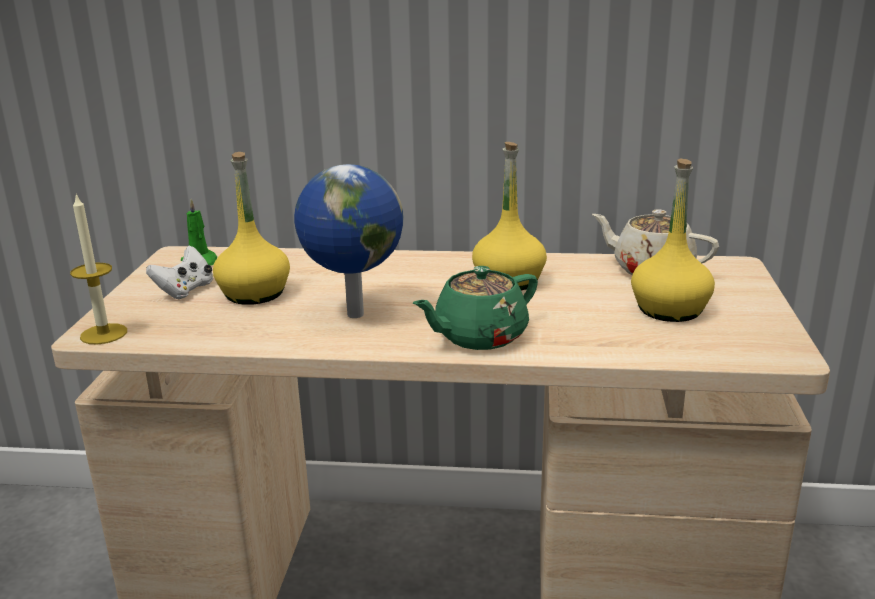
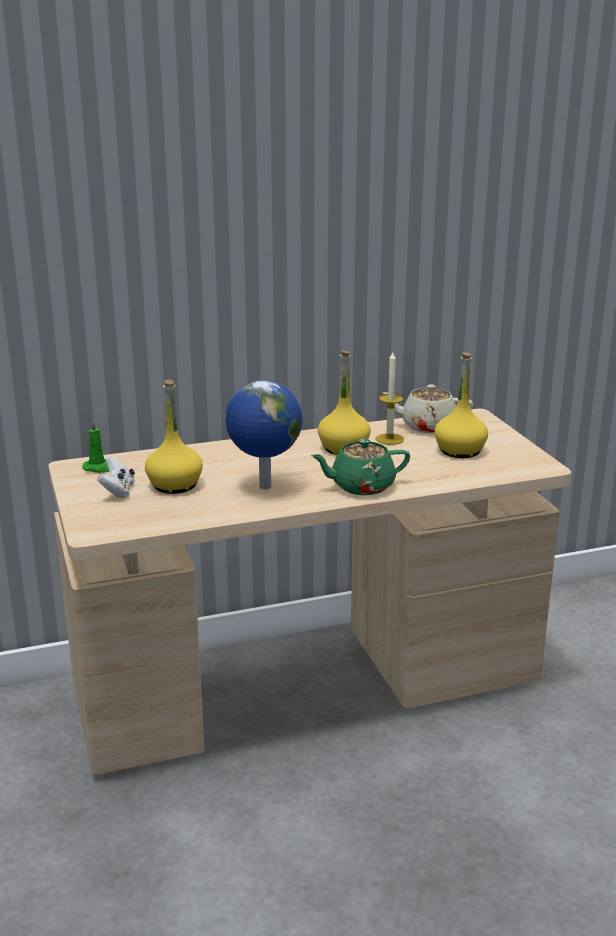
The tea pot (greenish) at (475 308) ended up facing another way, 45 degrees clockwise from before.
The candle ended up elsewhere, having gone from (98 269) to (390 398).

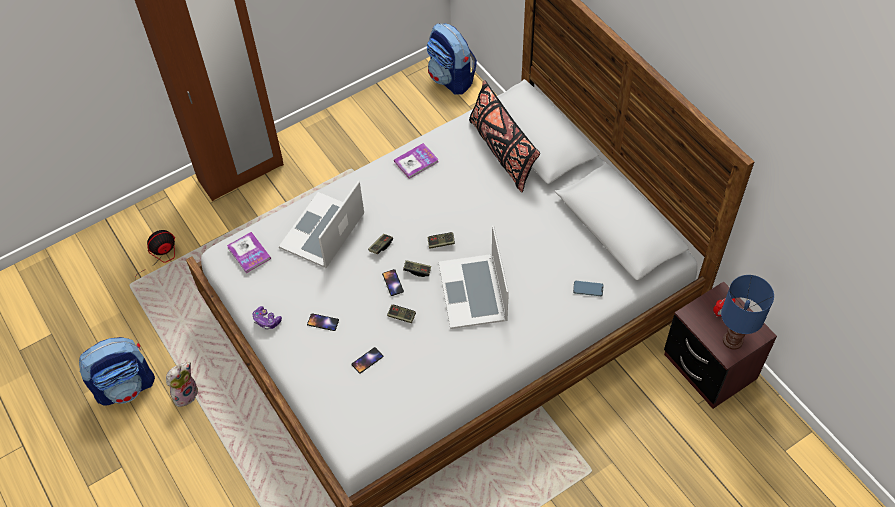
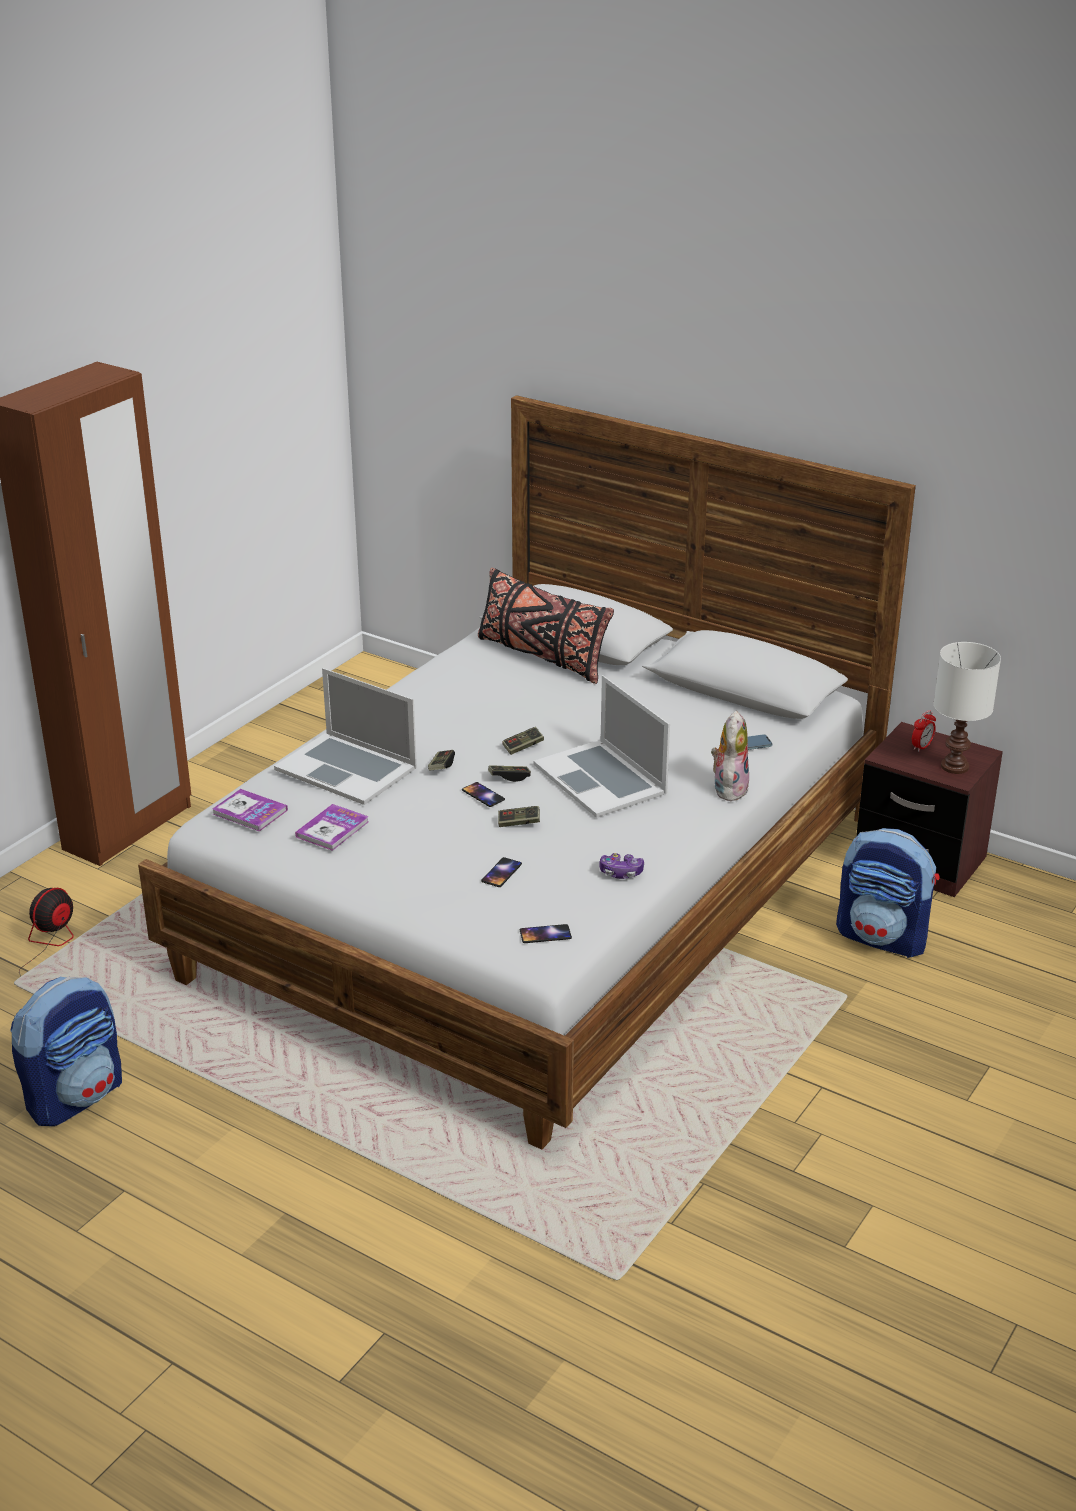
The portable computer at (321 224) ended up facing another way, 60 degrees counterclockwise from before.
The volume ended up elsewhere, having gone from (416 161) to (332 827).
The telephone ended up elsewhere, having gone from (323 322) to (546 933).
The joypad ended up elsewhere, having gone from (267 318) to (621 866).
The plush toy ended up elsewhere, having gone from (182 384) to (730 755).
The backpack ended up elsewhere, having gone from (452 58) to (887 893).
What was the lamp for a table (bluish) at (747 312) turned into the lamp for a table (white-coloured) at (967 708).

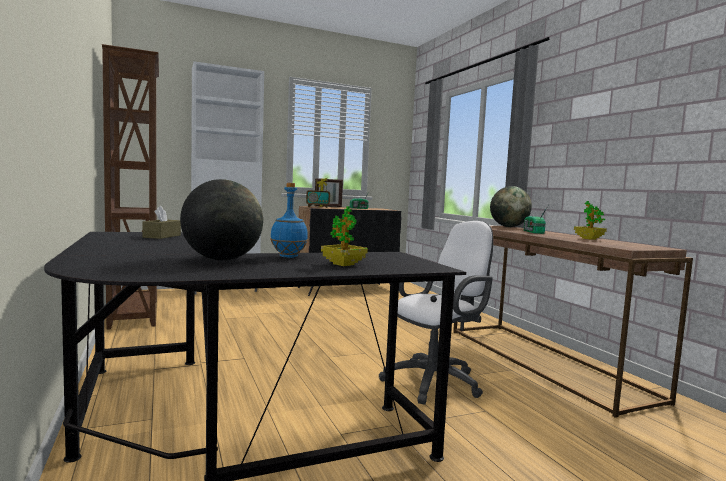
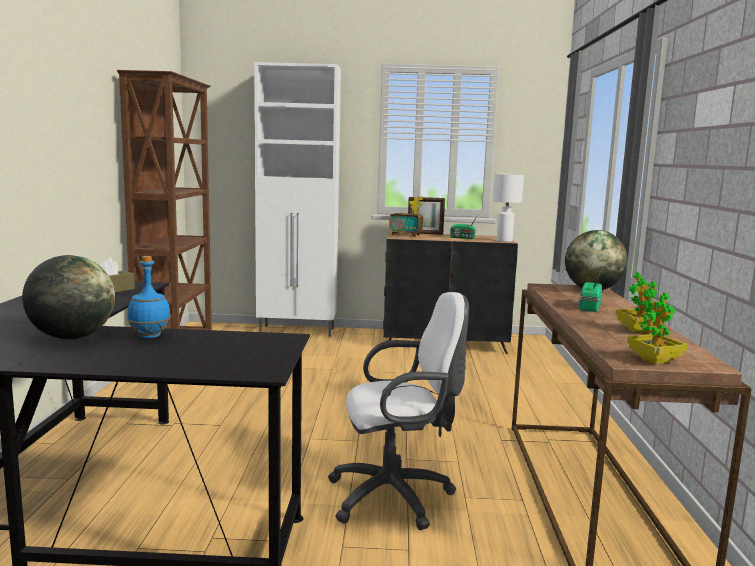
The second view gained the lamp for a table (white-coloured) at (508 208).
The potted plant ended up elsewhere, having gone from (344 236) to (657 328).

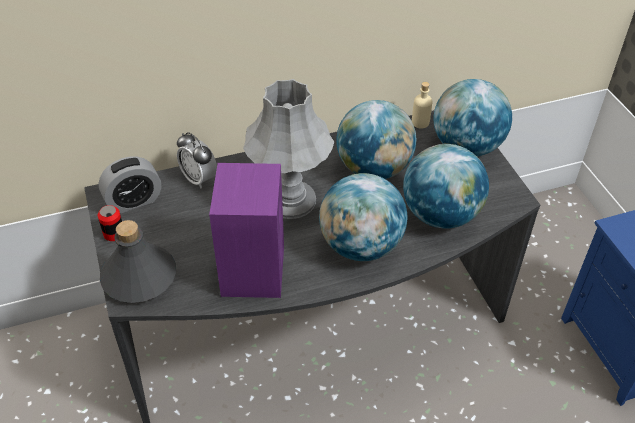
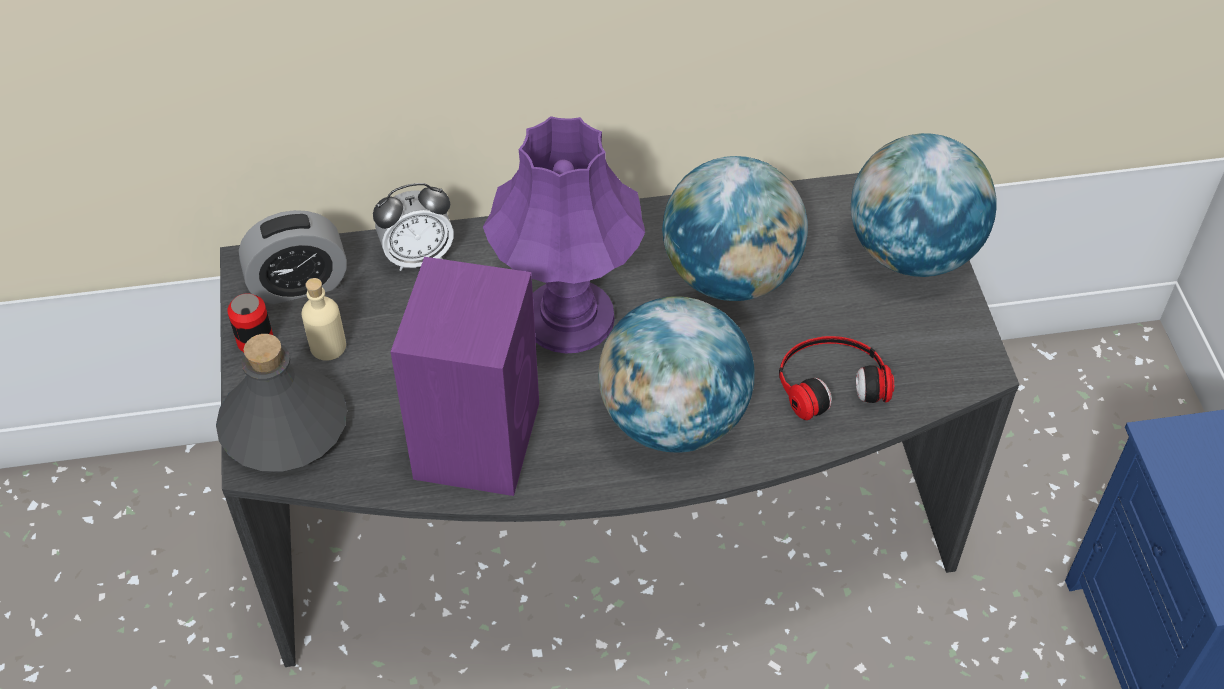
The bottle (beige-coloured) ended up elsewhere, having gone from (422 105) to (324 319).
The table clock at (197 160) ended up facing another way, 75 degrees counterclockwise from before.
What was the lamp for a table (grey) at (289 149) turned into the lamp for a table (purple-coloured) at (564 234).
Where the world globe stood at (446 186), the headphones came to stand at (836 378).

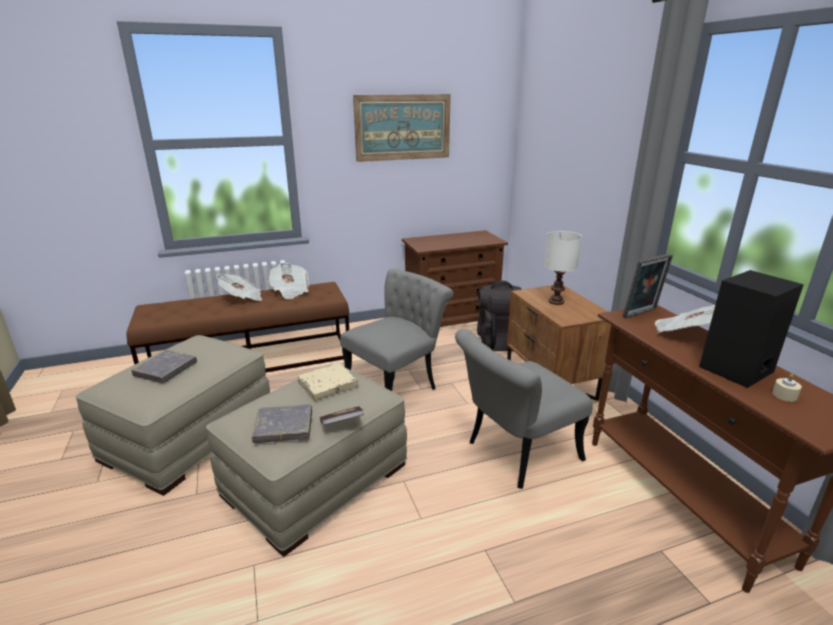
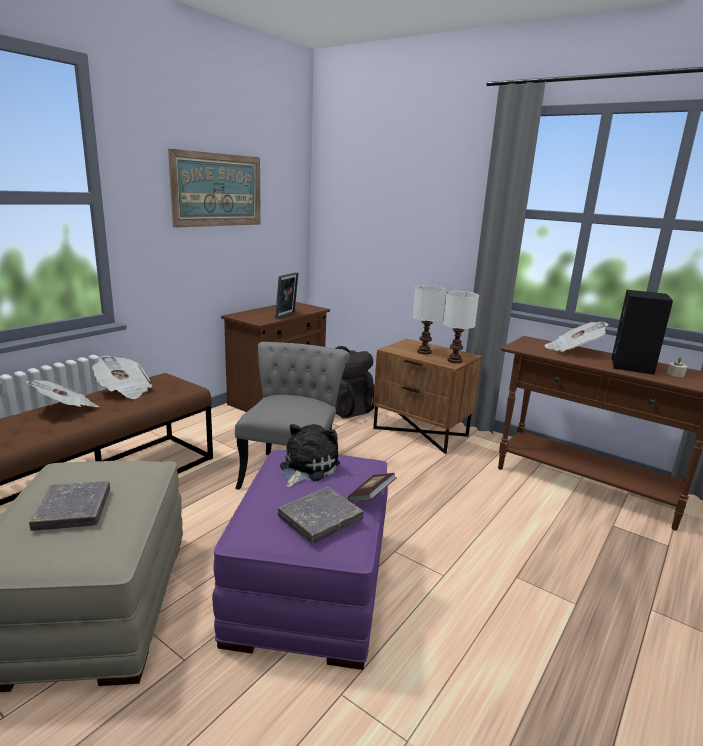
What was the ottoman (beige-coloured) at (306 460) turned into the ottoman (purple-coloured) at (300 560).
The photo frame ended up elsewhere, having gone from (647 286) to (287 295).
Where the volume (beige-coloured) stood at (328 381), the plush toy came to stand at (310 455).
The second view gained the lamp for a table (white-coloured) at (461 327).
The second view lost the plain chair (grey) at (524 409).

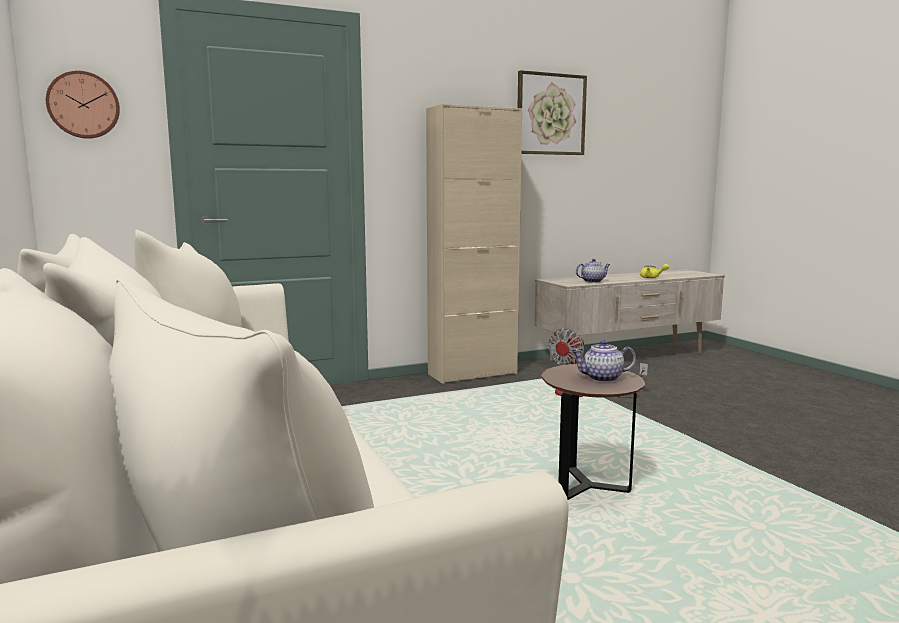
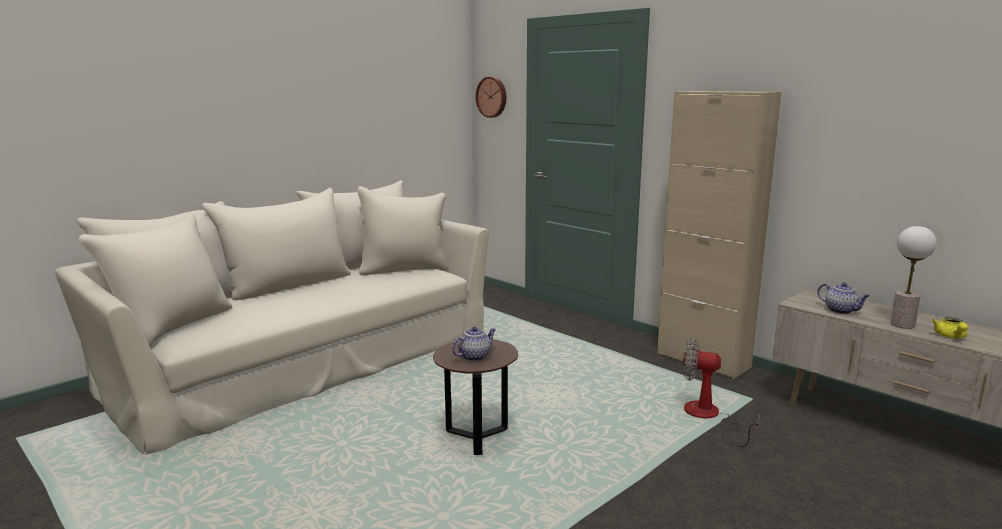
The tea pot at (603 361) ended up facing another way, 75 degrees clockwise from before.
The second view gained the lamp for a table at (913 277).
The second view lost the wall picture at (552 112).

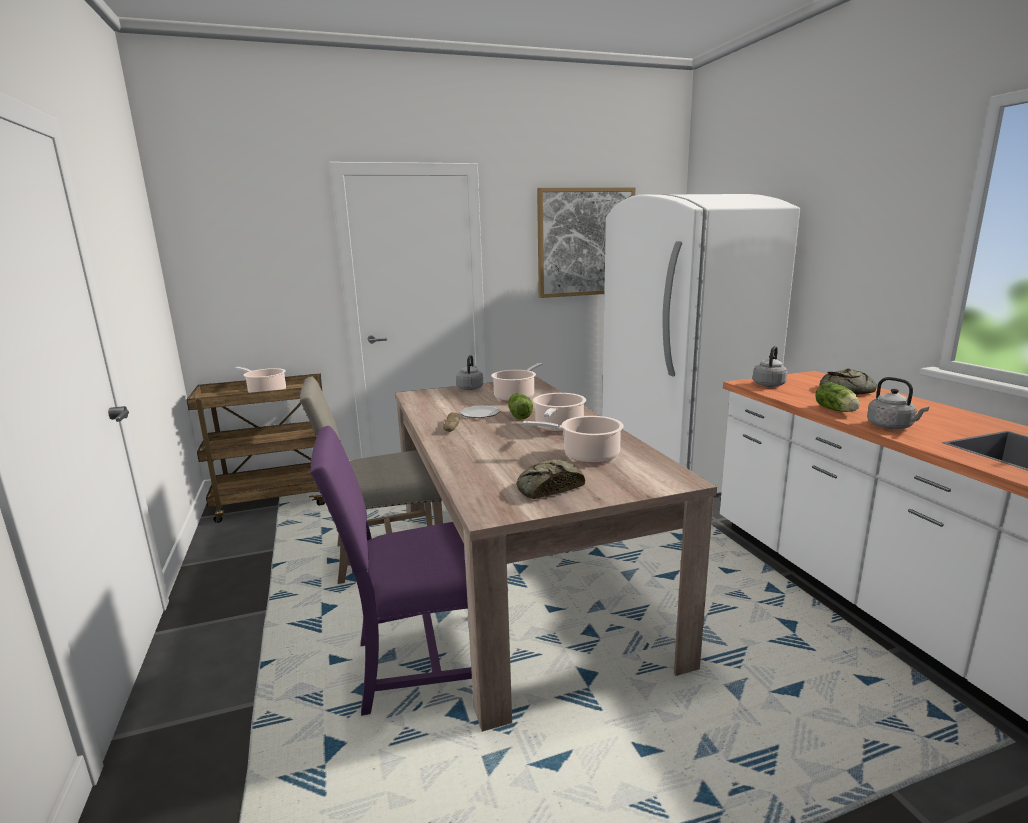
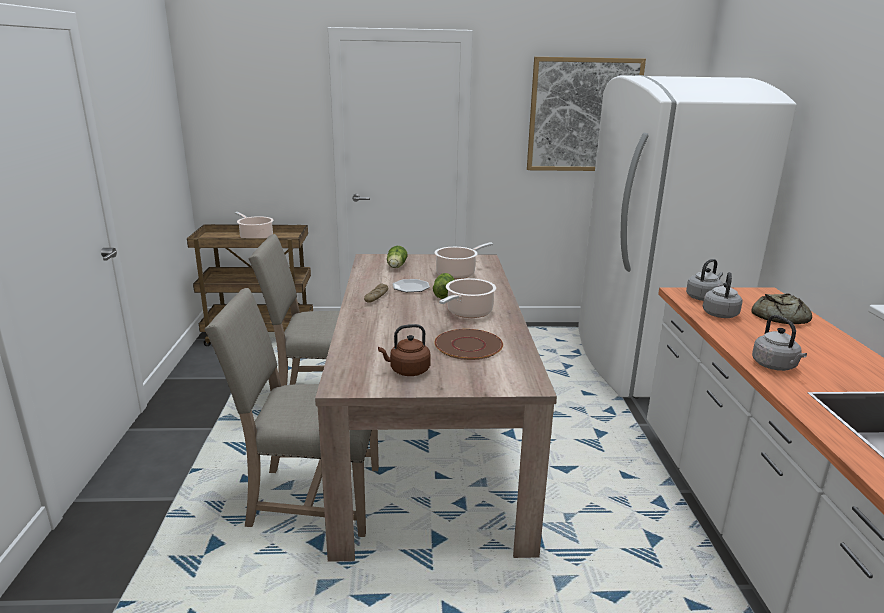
What was the plain chair (purple-coloured) at (391 571) turned into the plain chair (beige-coloured) at (291 412).
Where the bakery bread stood at (551 479), the water kettle (brown) came to stand at (404 350).
The lettuce ended up elsewhere, having gone from (837 397) to (397 257).
Where the stockpot stood at (573 439), the flat dish (brown) came to stand at (468 344).
The water kettle (grey) ended up elsewhere, having gone from (469 372) to (723 295).

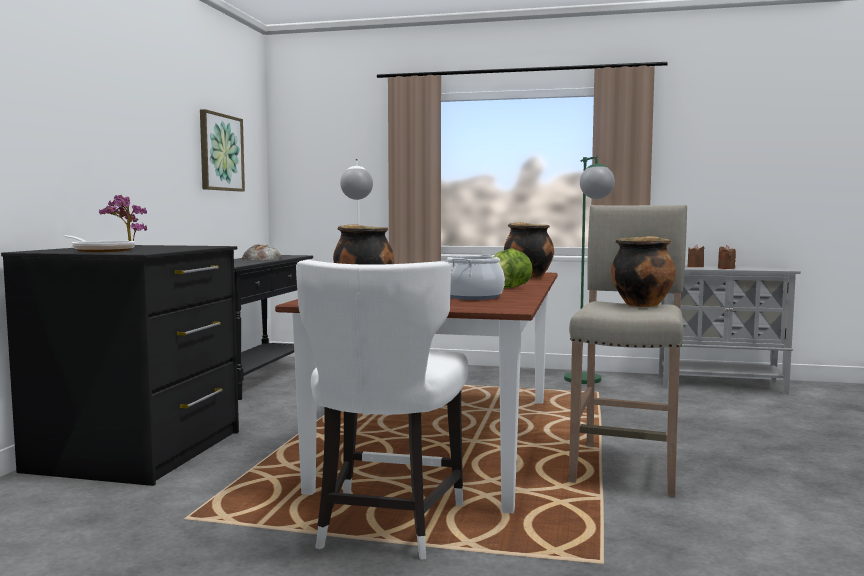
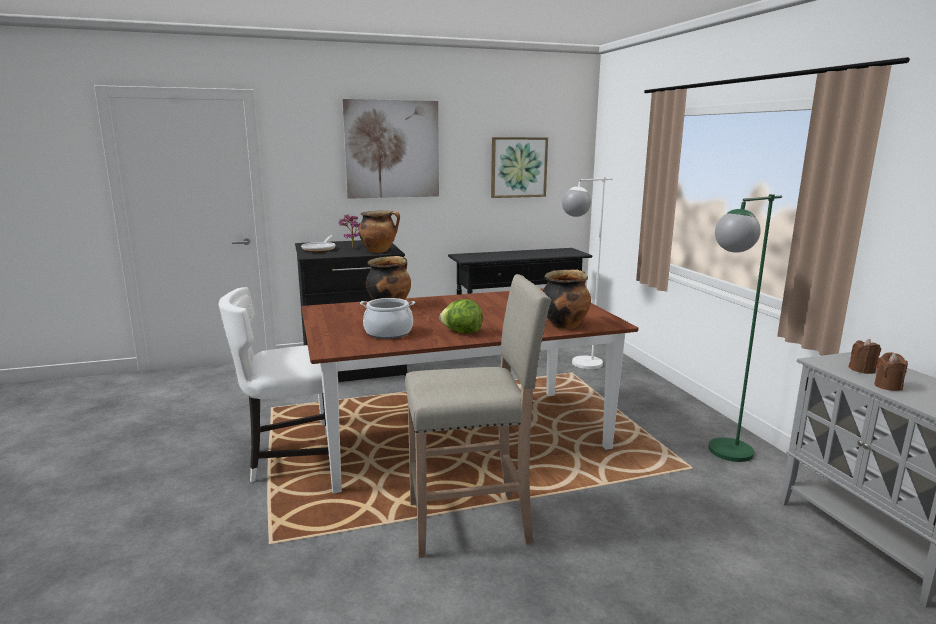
The second view gained the wall picture at (390 149).
The stockpot ended up elsewhere, having gone from (643 271) to (379 232).
The second view lost the bakery bread at (262 252).

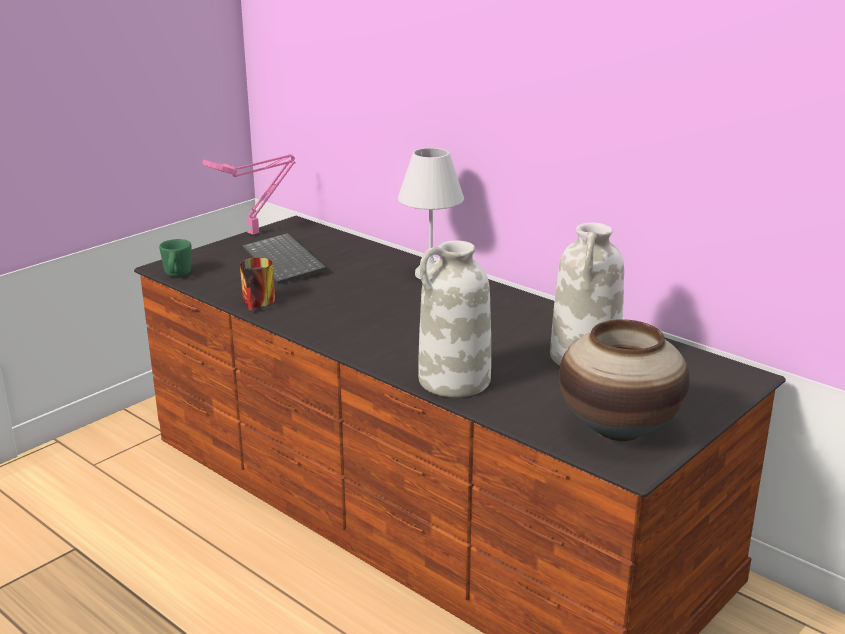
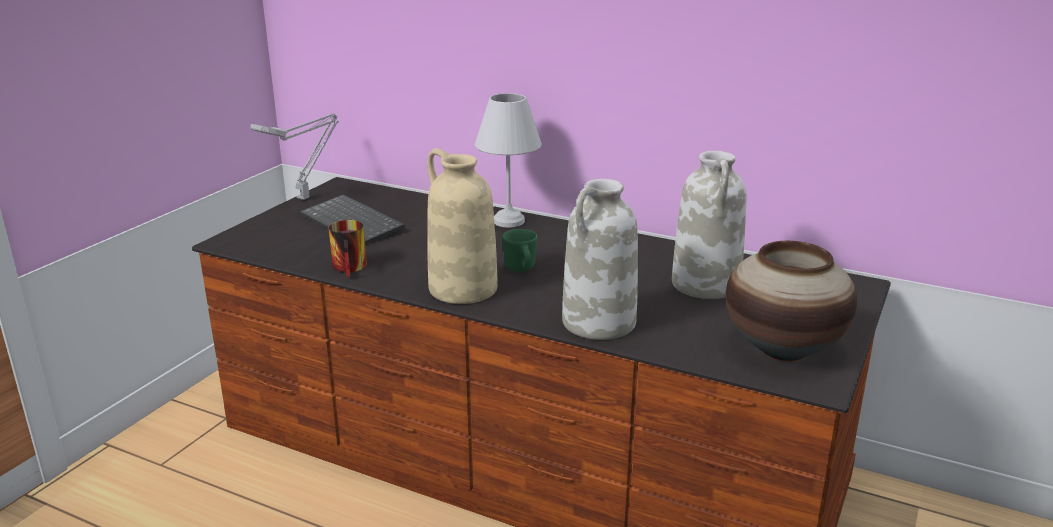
What was the lamp for a table (pinkish) at (249 194) turned into the lamp for a table (grey) at (294 156).
The second view gained the flower vase (beige-coloured) at (462 226).
The tea mug (greenish) ended up elsewhere, having gone from (175 258) to (520 250).

